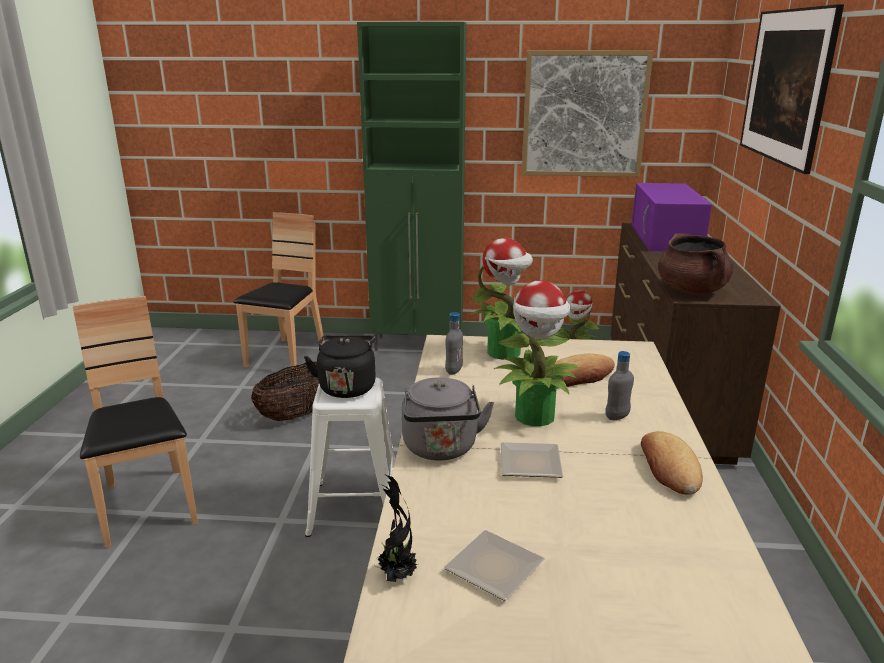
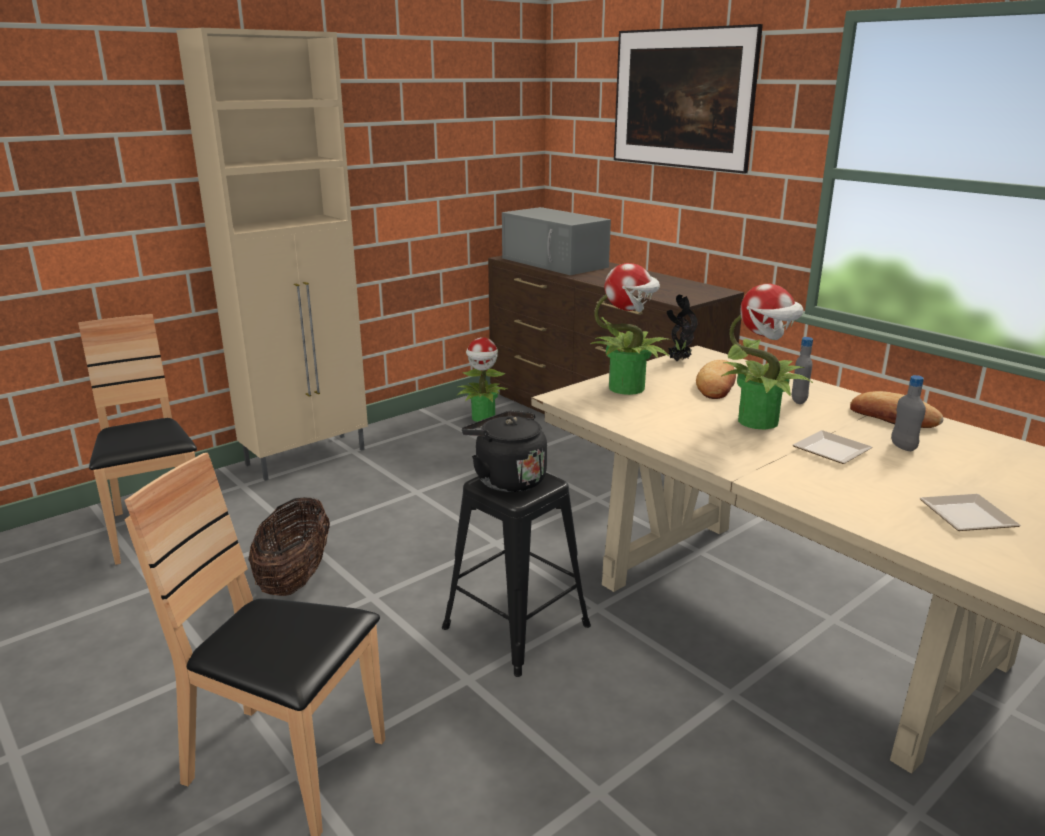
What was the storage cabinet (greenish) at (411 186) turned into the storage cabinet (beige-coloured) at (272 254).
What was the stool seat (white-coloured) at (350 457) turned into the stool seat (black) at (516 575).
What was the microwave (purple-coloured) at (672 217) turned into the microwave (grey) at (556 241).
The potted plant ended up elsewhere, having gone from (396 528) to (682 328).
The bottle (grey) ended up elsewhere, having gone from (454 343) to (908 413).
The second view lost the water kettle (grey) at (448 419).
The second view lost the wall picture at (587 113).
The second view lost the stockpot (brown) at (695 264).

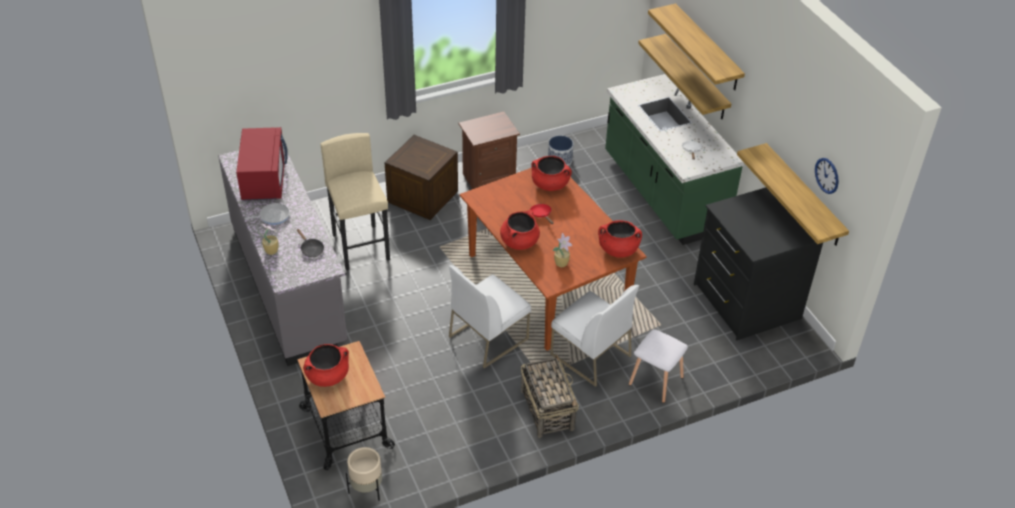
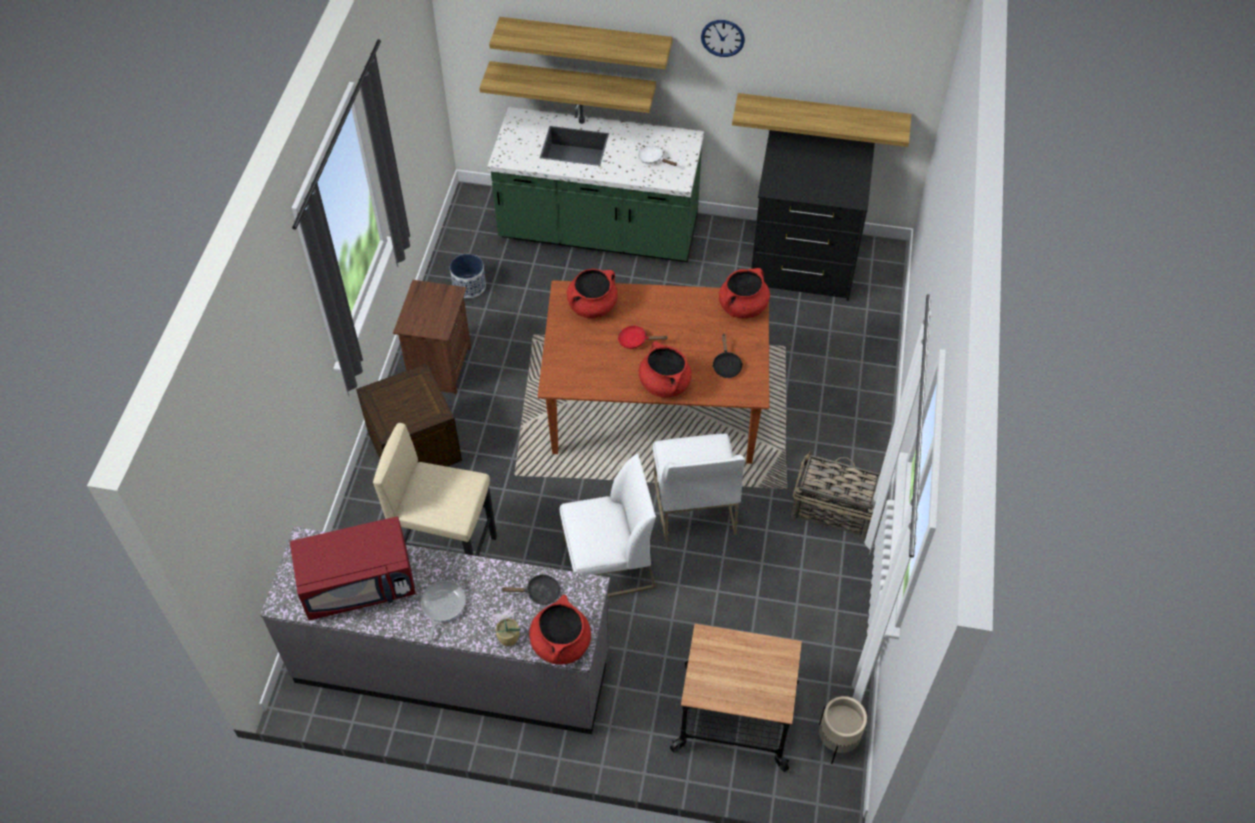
The microwave (reddish) at (262 163) ended up facing another way, 135 degrees clockwise from before.
The stockpot (reddish) ended up elsewhere, having gone from (326 365) to (560 630).
The plain chair (white-coloured) ended up elsewhere, having gone from (594 336) to (608 526).
The clock on the wall ended up elsewhere, having gone from (827 176) to (723 38).
Where the potted plant stood at (562 250), the pan (black) came to stand at (727 356).
The second view lost the stool seat (white-coloured) at (658 366).

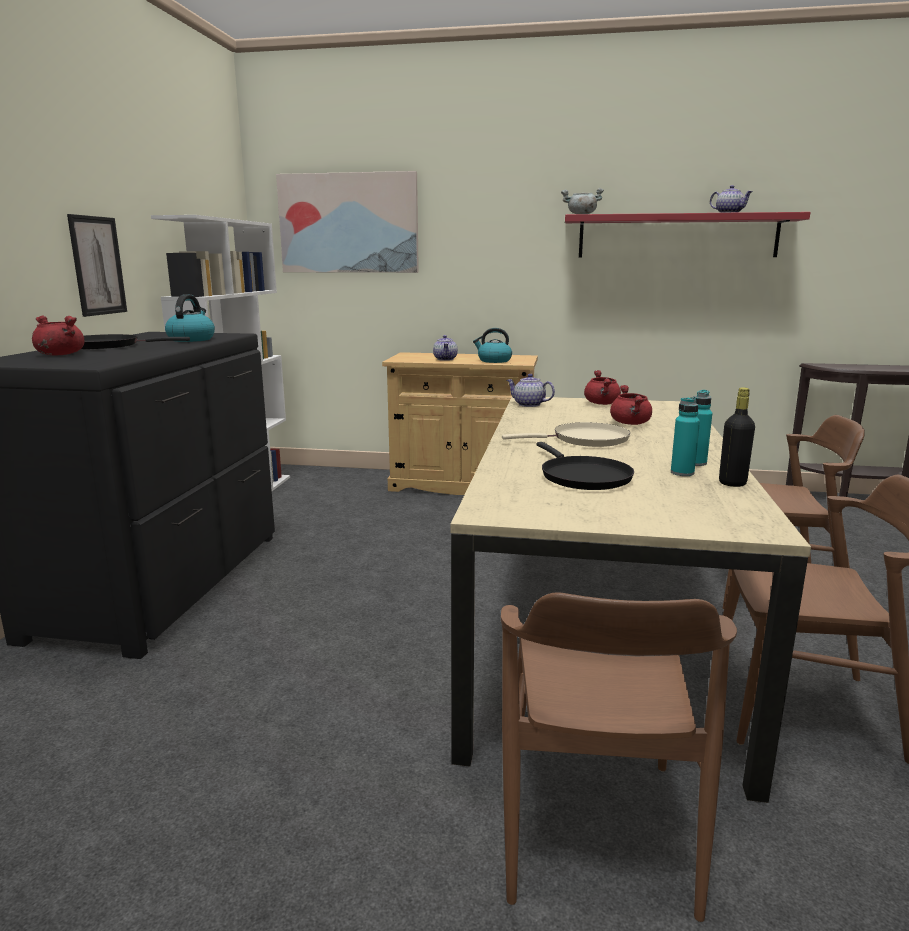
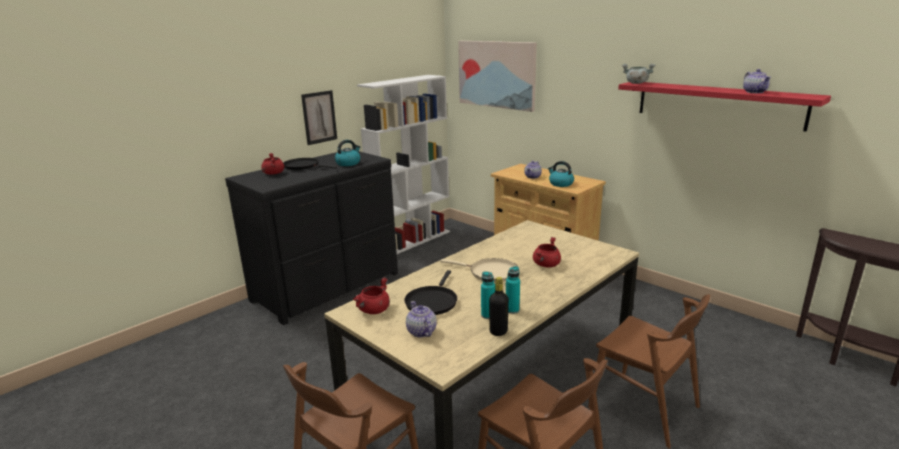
The stockpot (reddish) ended up elsewhere, having gone from (602 387) to (371 295).
The tea pot ended up elsewhere, having gone from (531 390) to (421 319).

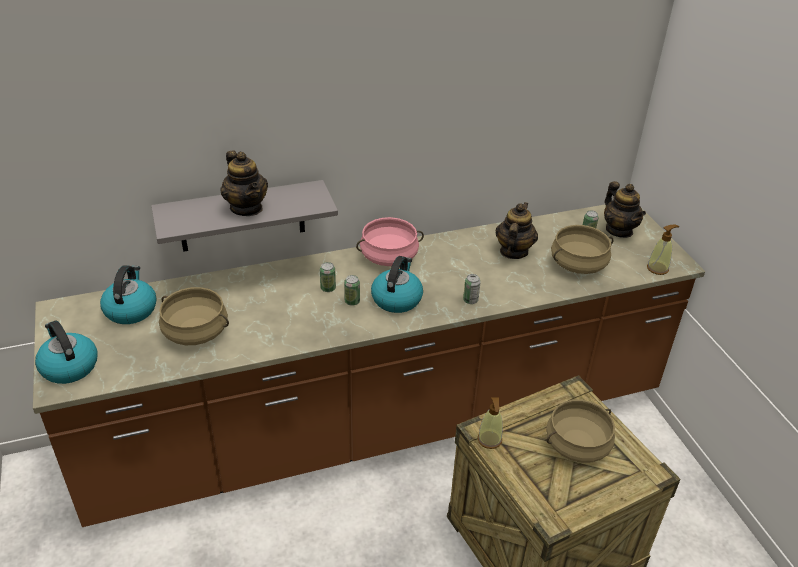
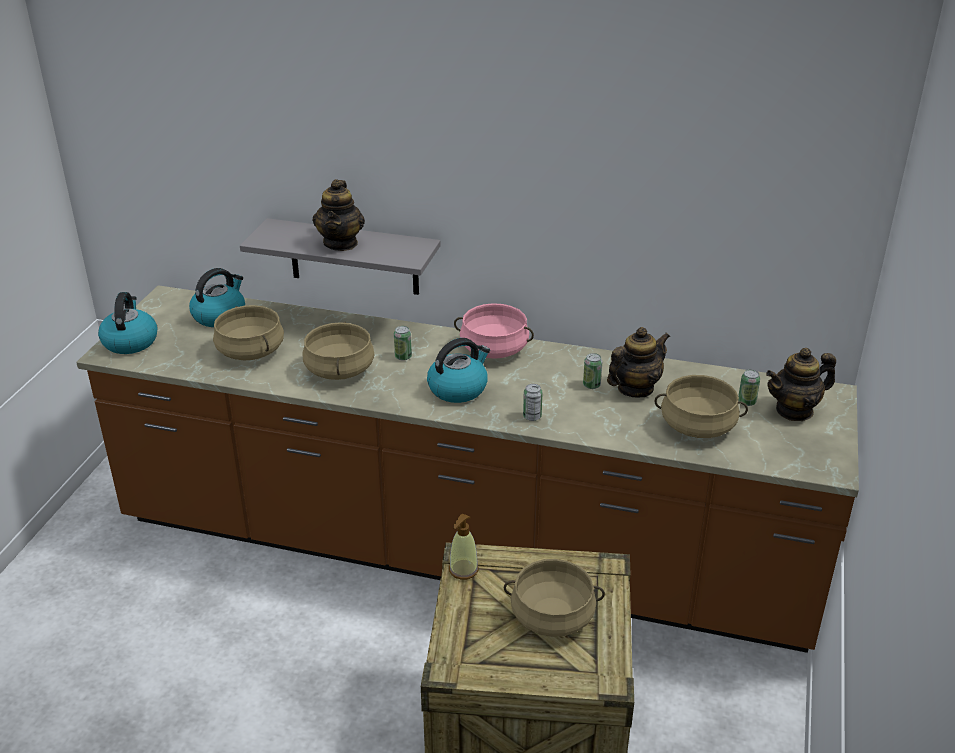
The second view gained the stockpot (beige-coloured) at (339 351).
The sealed can ended up elsewhere, having gone from (352 290) to (593 371).
The tea pot at (625 209) ended up facing another way, 60 degrees clockwise from before.
The second view lost the liquid soap bottle at (663 249).

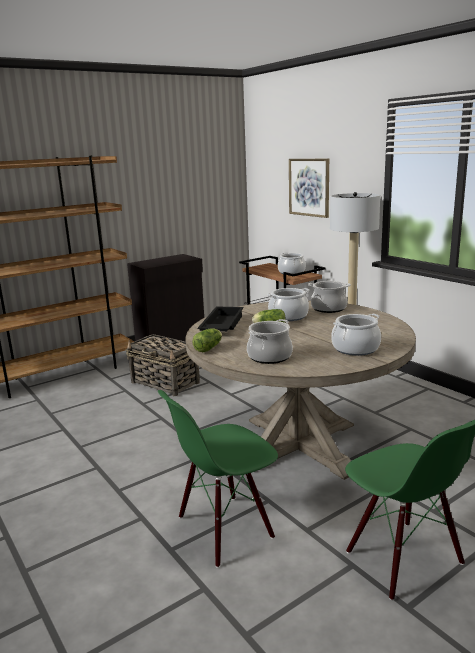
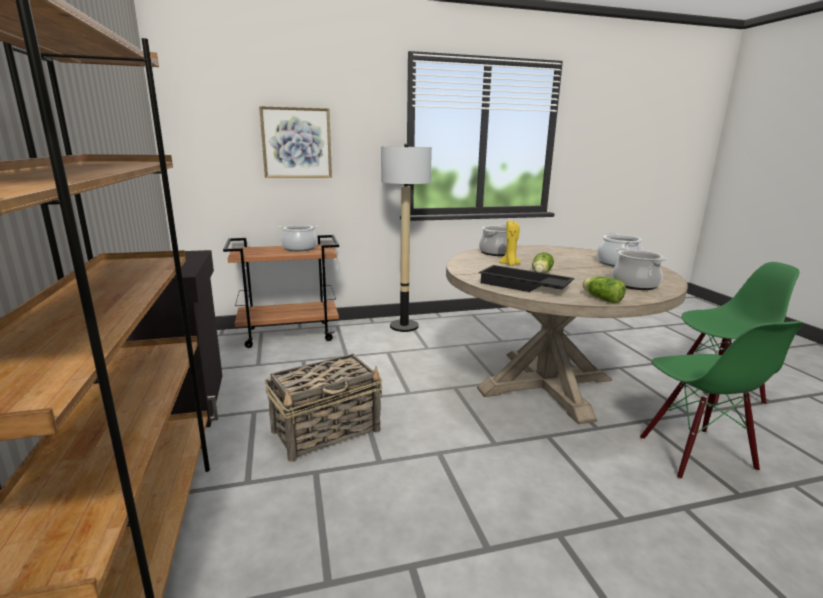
Where the stockpot stood at (288 304), the candle (yellow) came to stand at (510 243).

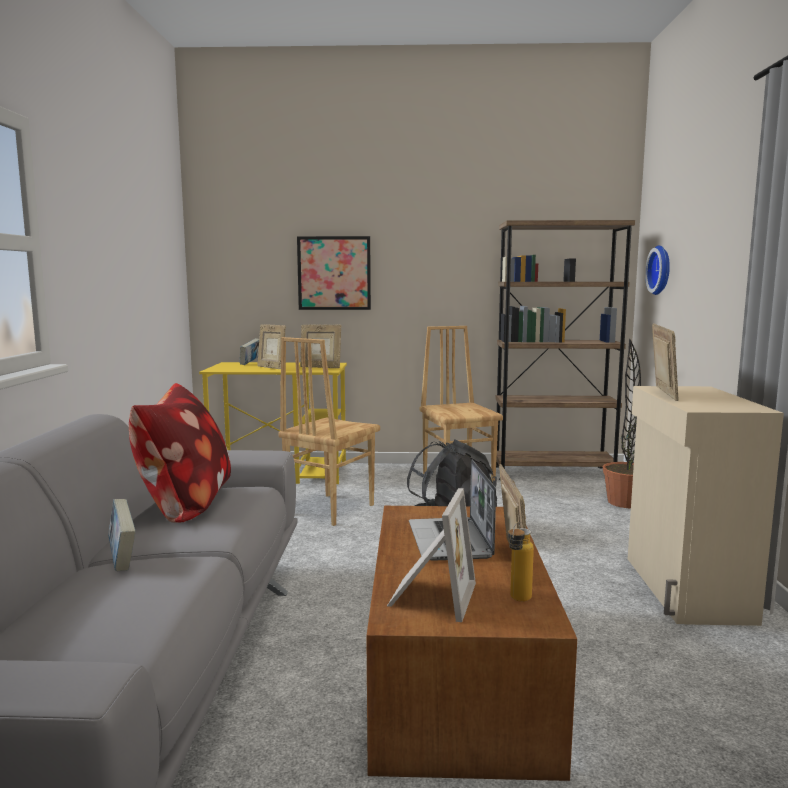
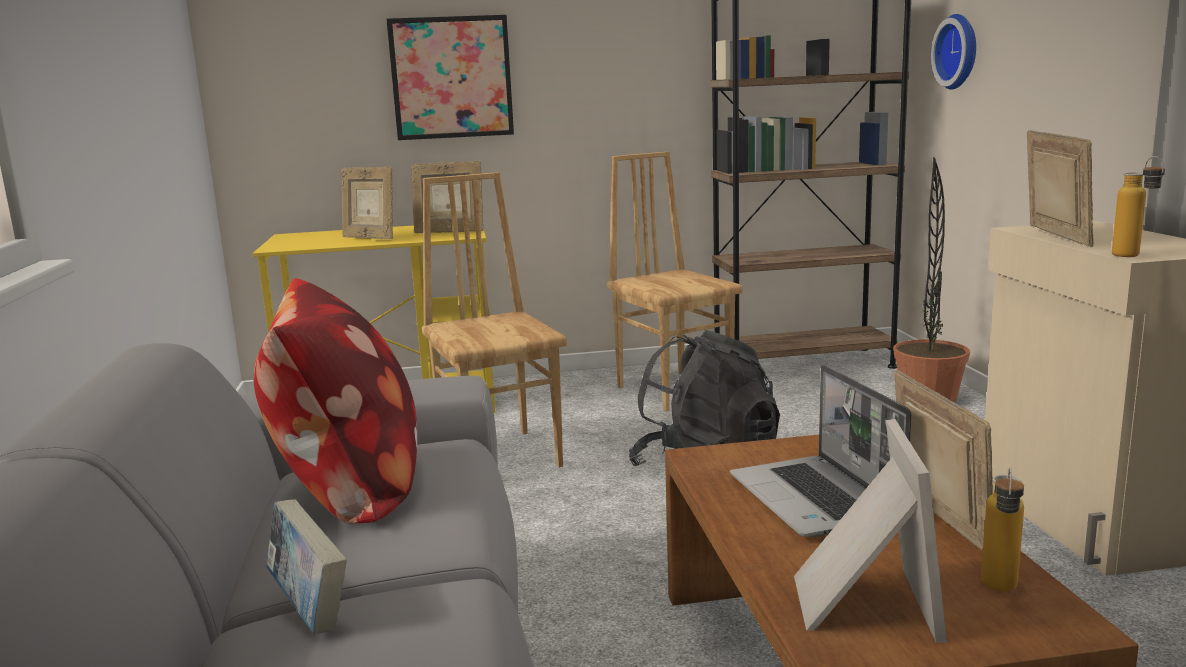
The plain chair (brown) at (329 431) ended up facing another way, 135 degrees clockwise from before.
The second view gained the bottle at (1138 206).
The second view lost the volume at (249 351).

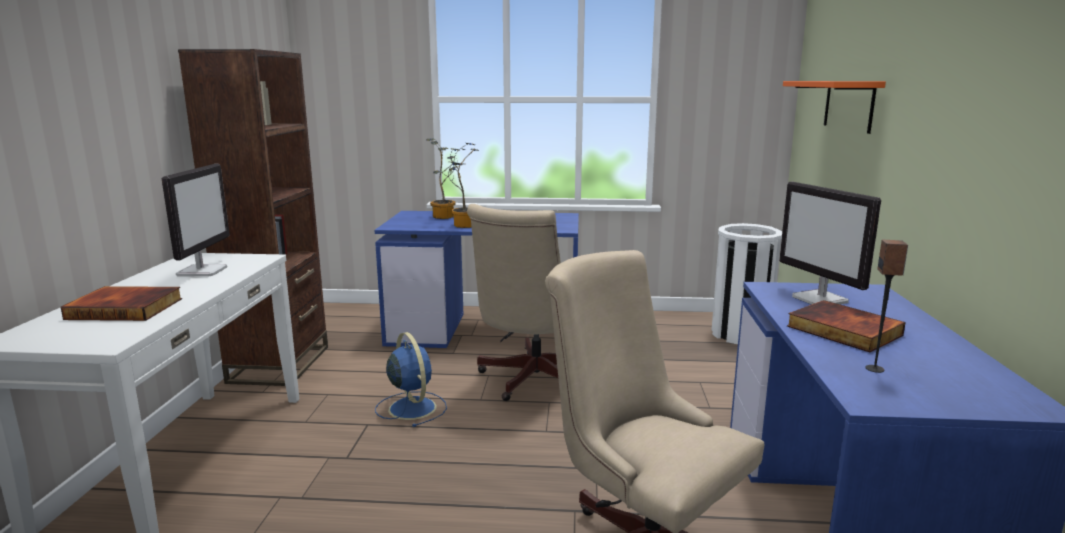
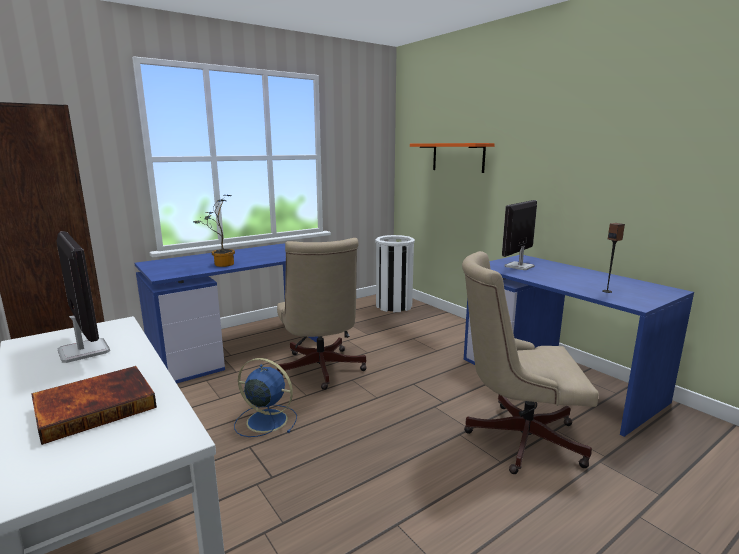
The computer display at (830 243) ended up facing another way, 105 degrees clockwise from before.
The second view lost the potted plant at (444 178).
The second view lost the volume at (846 326).

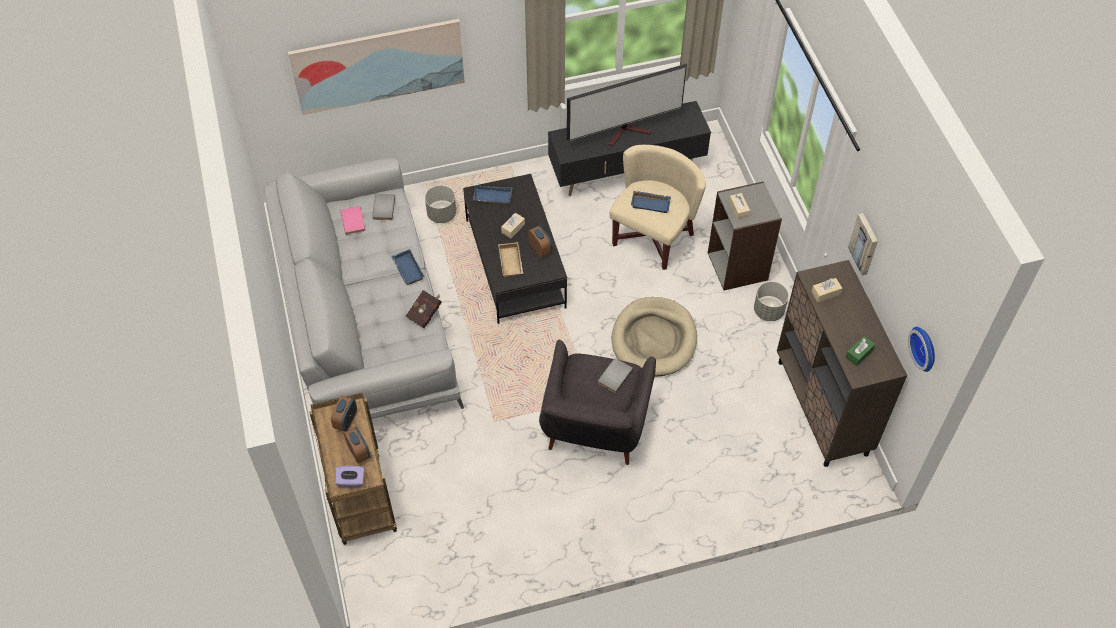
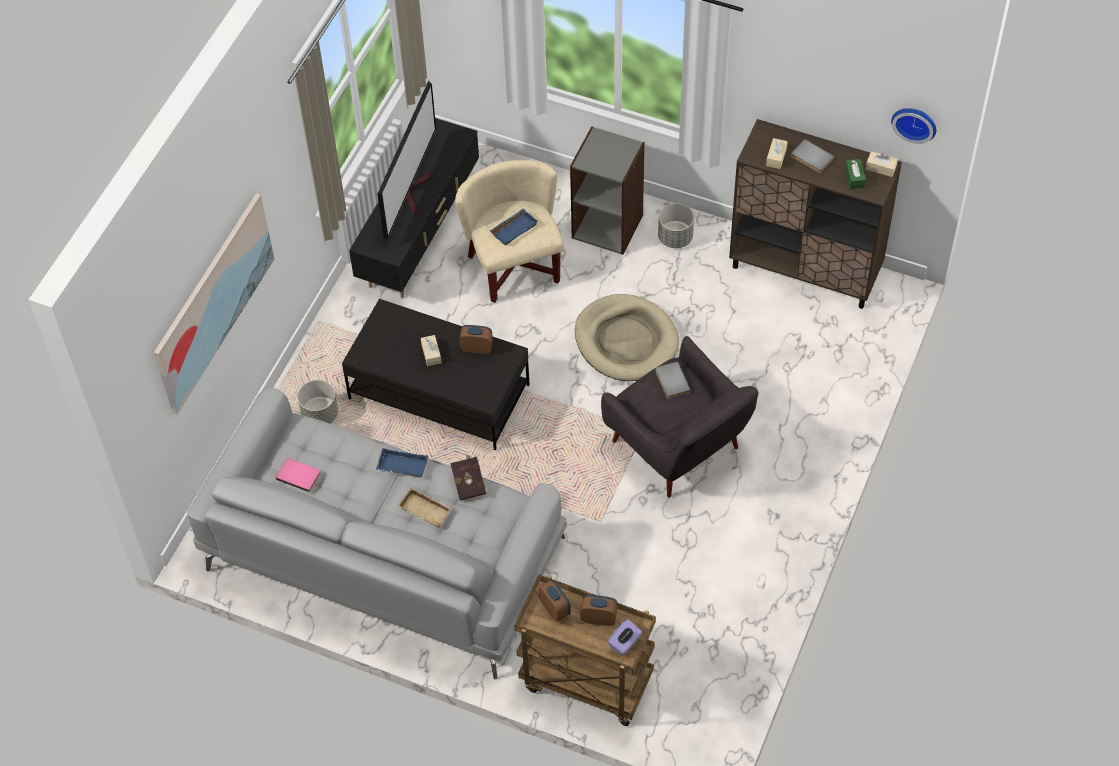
The carrying tray (beige-coloured) ended up elsewhere, having gone from (510 259) to (425 507).
The volume (grey) ended up elsewhere, having gone from (383 207) to (812 156).
The box of tissues (beige-coloured) ended up elsewhere, having gone from (739 206) to (882 164).
The second view lost the carrying tray (bluish) at (492 194).
The second view lost the wall picture at (863 244).

